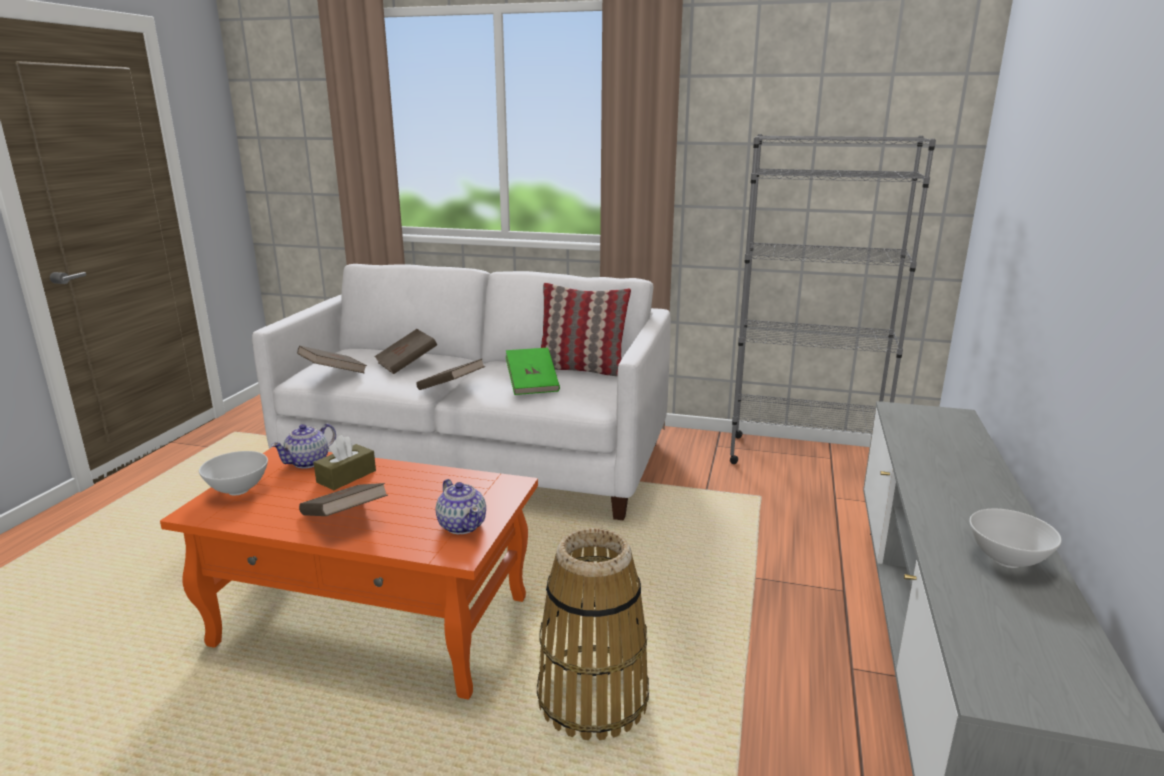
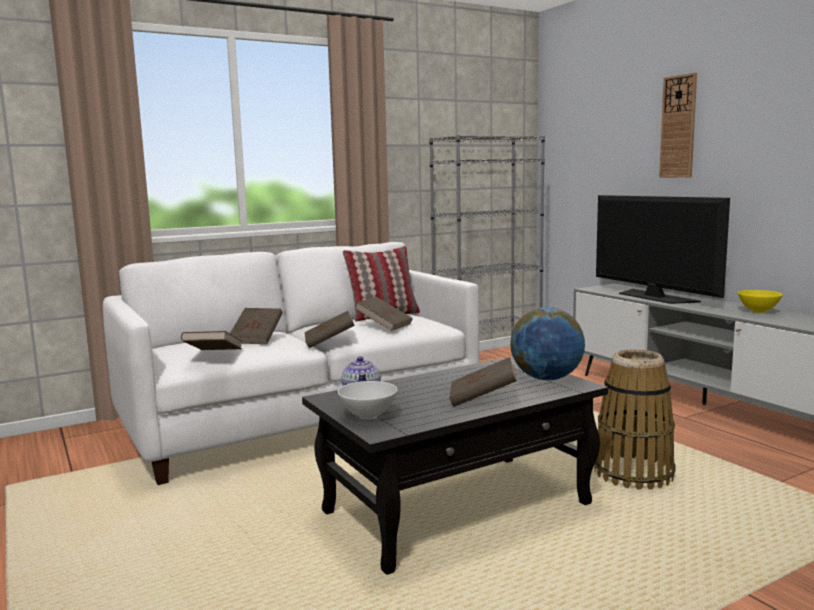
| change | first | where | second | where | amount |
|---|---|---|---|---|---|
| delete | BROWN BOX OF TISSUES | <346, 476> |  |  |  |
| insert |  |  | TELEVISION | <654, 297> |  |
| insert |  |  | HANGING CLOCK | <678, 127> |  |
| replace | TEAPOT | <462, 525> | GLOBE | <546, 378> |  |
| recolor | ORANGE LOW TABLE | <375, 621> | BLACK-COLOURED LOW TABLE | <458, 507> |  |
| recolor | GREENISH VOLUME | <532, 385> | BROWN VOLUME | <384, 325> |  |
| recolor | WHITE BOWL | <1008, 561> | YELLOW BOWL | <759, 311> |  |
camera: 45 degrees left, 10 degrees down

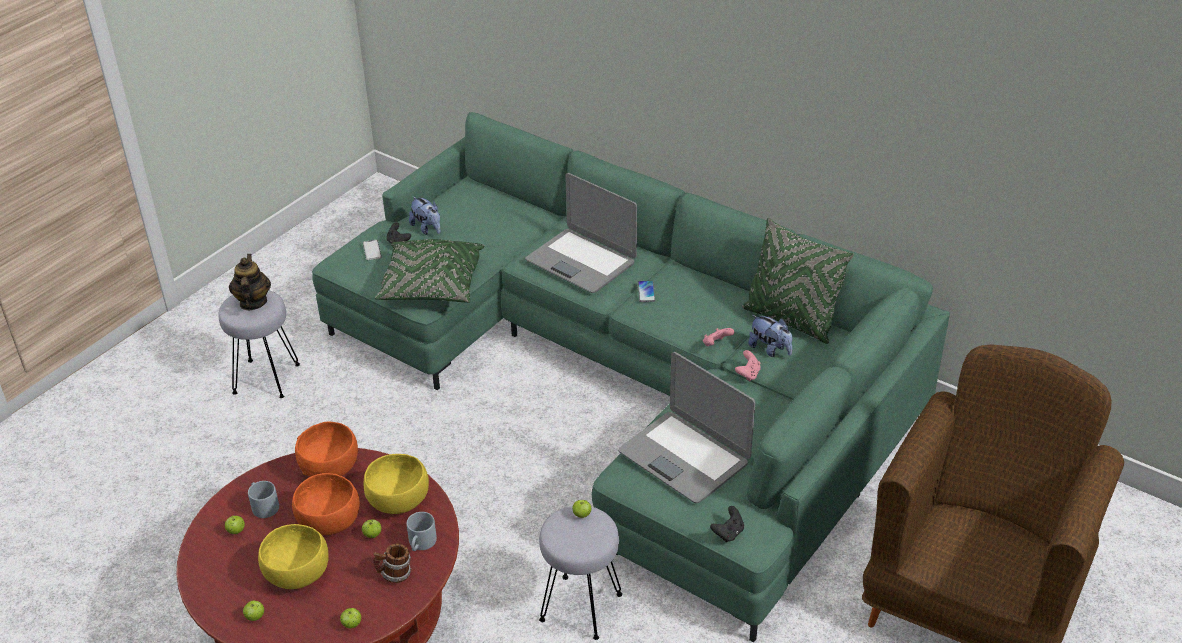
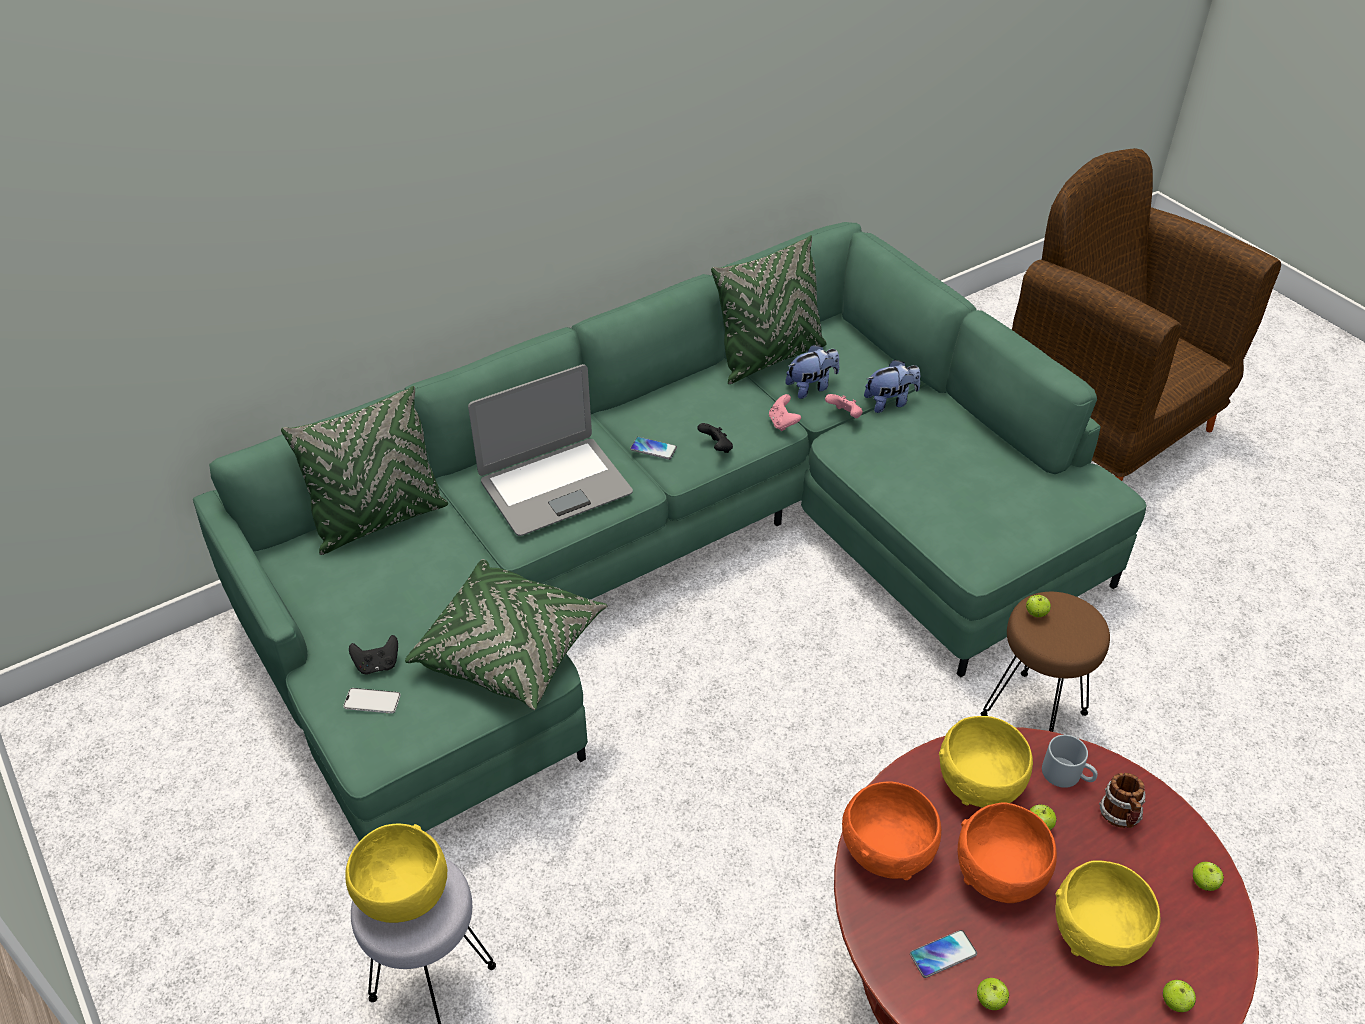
| change | first | where | second | where | amount |
|---|---|---|---|---|---|
| delete | PORTABLE COMPUTER | <684, 457> |  |  |  |
| insert |  |  | GREENISH PILLOW | <379, 520> |  |
| move | PLUSH TOY | <427, 228> |  | <890, 402> |  |
| move | BLACK-COLOURED JOYPAD | <728, 533> |  | <716, 448> |  |
| replace | TEAPOT | <253, 302> | YELLOW BOWL | <403, 893> |  |
| replace | GRAY MUG | <263, 505> | HANDSET | <943, 954> |  |
| recolor | GRAY SITTING STOOL | <581, 606> | BROWN SITTING STOOL | <1033, 712> |  |
camera: 70 degrees left, 5 degrees up

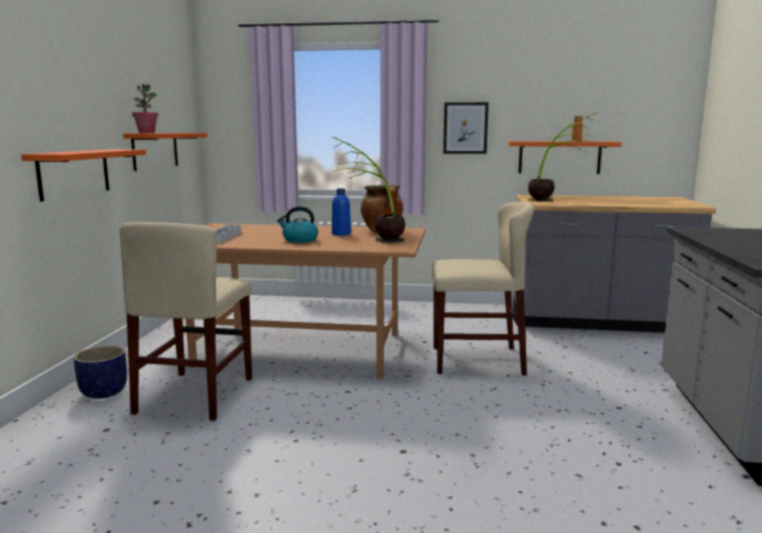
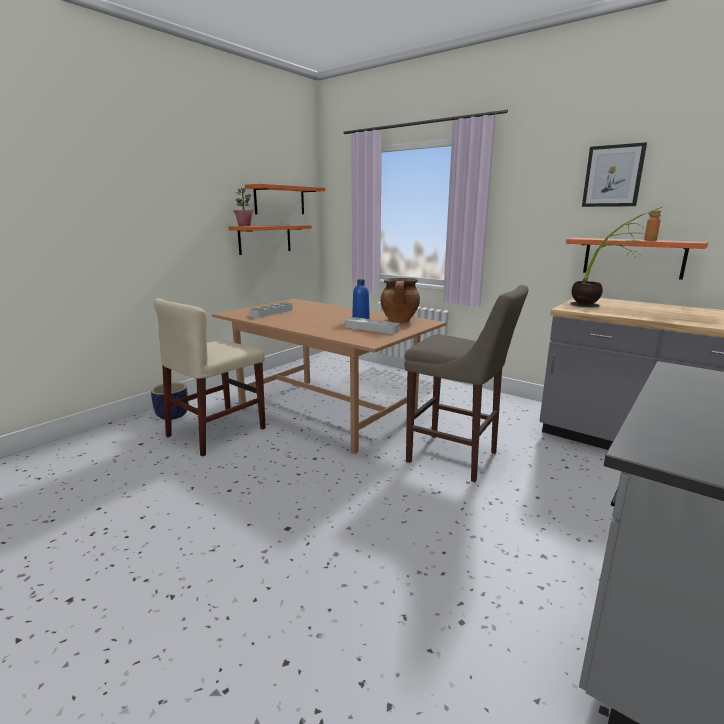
| change | first | where | second | where | amount |
|---|---|---|---|---|---|
| delete | TEA KETTLE | <299, 240> |  |  |  |
| move | ORANGE WALL SHELF | <74, 173> |  | <279, 200> |  |
| move | WALL PICTURE | <465, 128> |  | <613, 176> |  |
| replace | HOUSEPLANT | <371, 239> | GRAY CARRYING TRAY | <371, 329> |  |
| replace | BEIGE PLAIN CHAIR | <476, 360> | BEIGE SITTING STOOL | <456, 458> |  |
camera: 30 degrees right, 5 degrees up

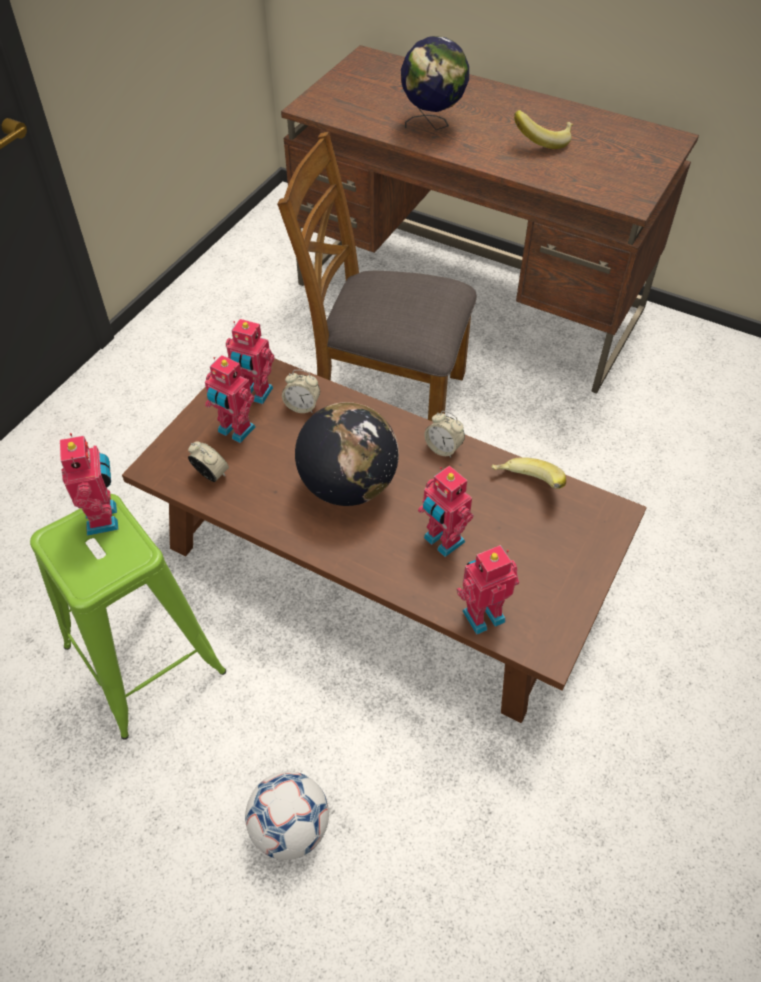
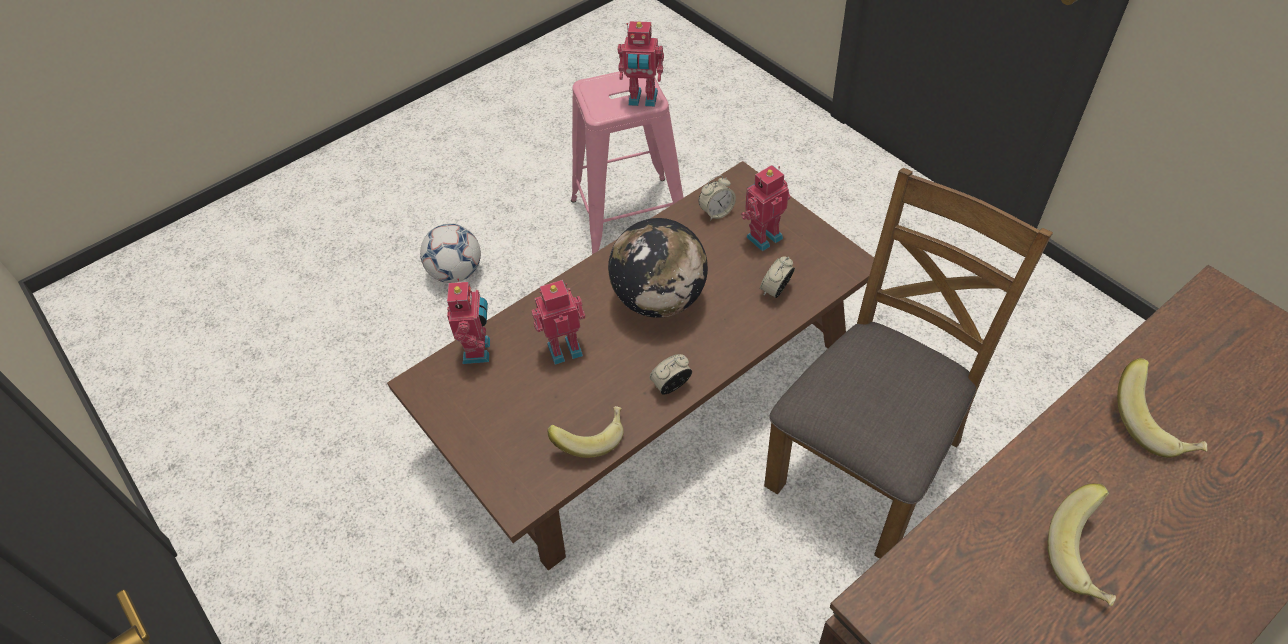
| change | first | where | second | where | amount |
|---|---|---|---|---|---|
| delete | TOY ROBOT | <254, 394> |  |  |  |
| replace | GLOBE | <432, 124> | WHOLE BANANA | <1153, 424> |  |
| recolor | GREENISH SITTING STOOL | <144, 657> | PINKISH SITTING STOOL | <631, 218> |  |
camera: 115 degrees right, 0 degrees up

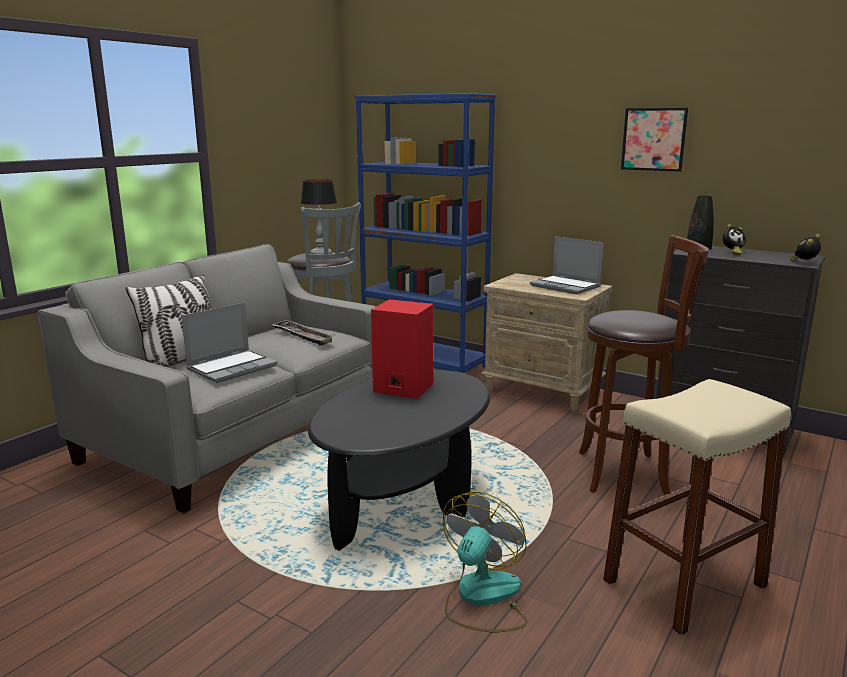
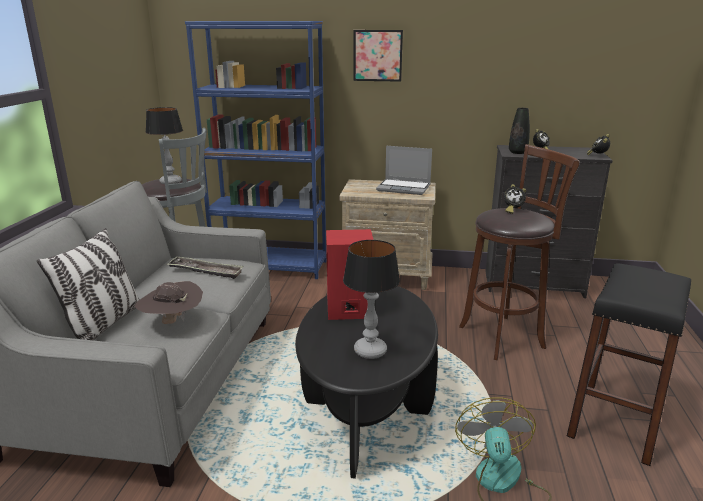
| change | first | where | second | where | amount |
|---|---|---|---|---|---|
| insert |  |  | LAMP FOR A TABLE | <370, 351> |  |
| insert |  |  | BEDSIDE CLOCK | <512, 210> |  |
| move | WALL PICTURE | <653, 139> |  | <377, 55> |  |
| replace | PORTABLE COMPUTER | <232, 367> | BROWN CLOTHING HAT | <172, 322> |  |
| recolor | BEIGE SITTING STOOL | <684, 583> | BLACK-COLOURED SITTING STOOL | <615, 421> |  |
camera: 25 degrees left, 5 degrees up

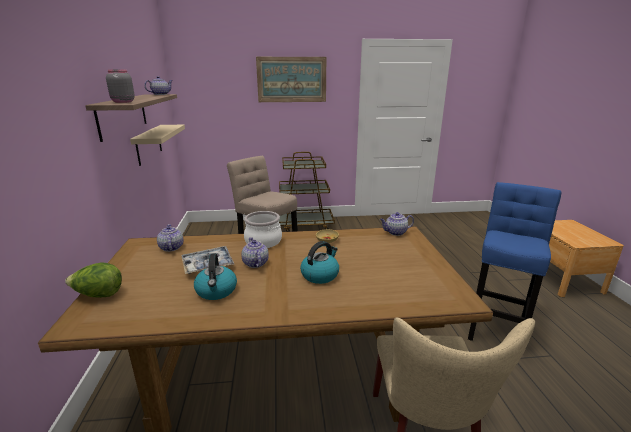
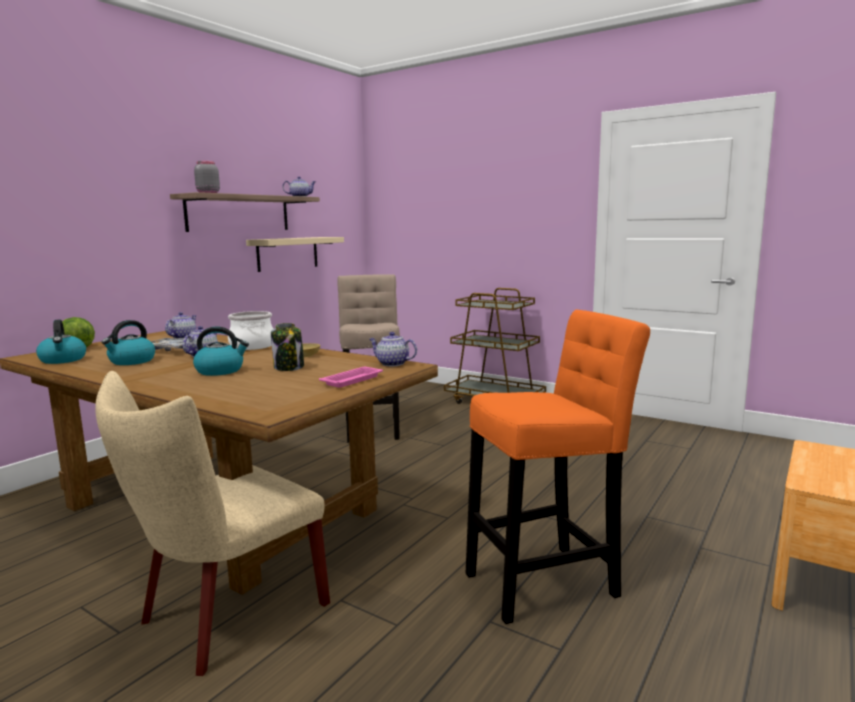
| change | first | where | second | where | amount |
|---|---|---|---|---|---|
| delete | WALL PICTURE | <291, 79> |  |  |  |
| insert |  |  | TEA KETTLE | <63, 360> |  |
| insert |  |  | PRESERVE JAR | <289, 367> |  |
| insert |  |  | PINKISH CARRYING TRAY | <353, 380> |  |
| recolor | BLUE SITTING STOOL | <497, 325> | ORANGE SITTING STOOL | <548, 582> |  |
camera: 40 degrees right, 10 degrees down

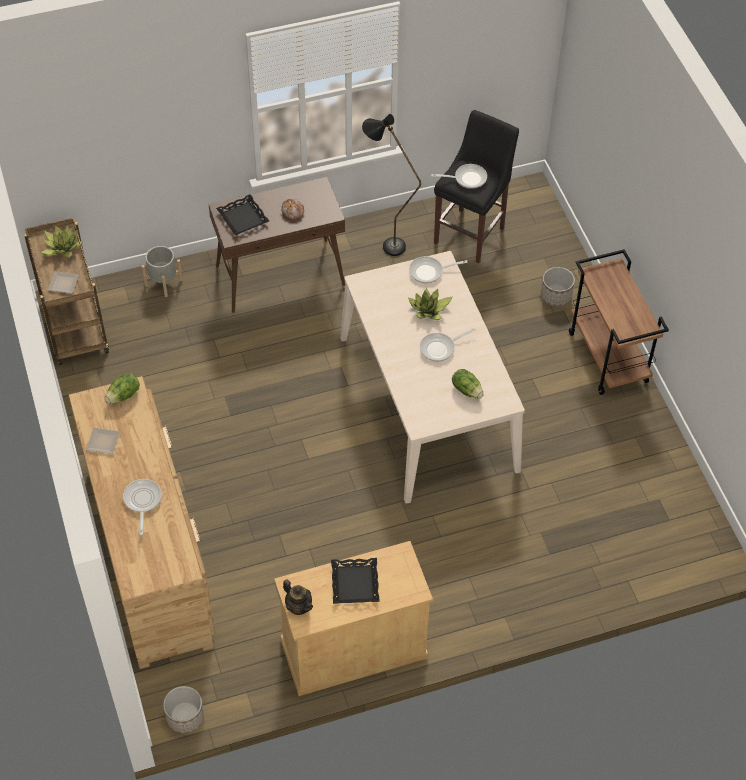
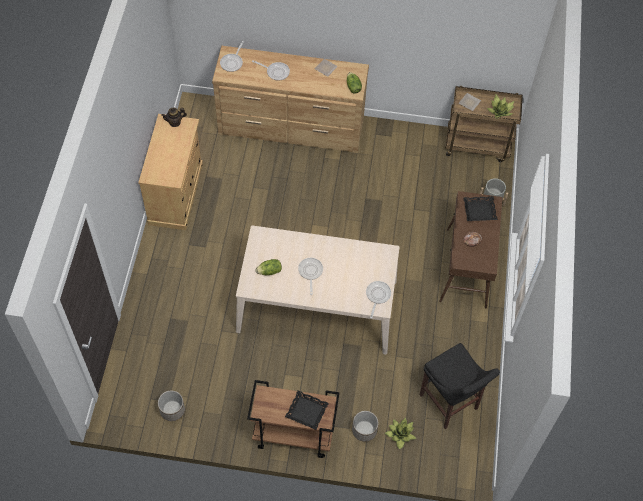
| change | first | where | second | where | amount |
|---|---|---|---|---|---|
| delete | BLACK-COLOURED STANDING LAMP | <386, 244> |  |  |  |
| move | PLANTER | <185, 717> |  | <172, 410> |  |
| move | BLACK-COLOURED CARRYING TRAY | <355, 583> |  | <306, 412> |  |
| move | HOUSEPLANT | <429, 310> |  | <400, 435> |  |
| move | PAN | <467, 178> |  | <232, 62> |  |
camera: 115 degrees right, 5 degrees up

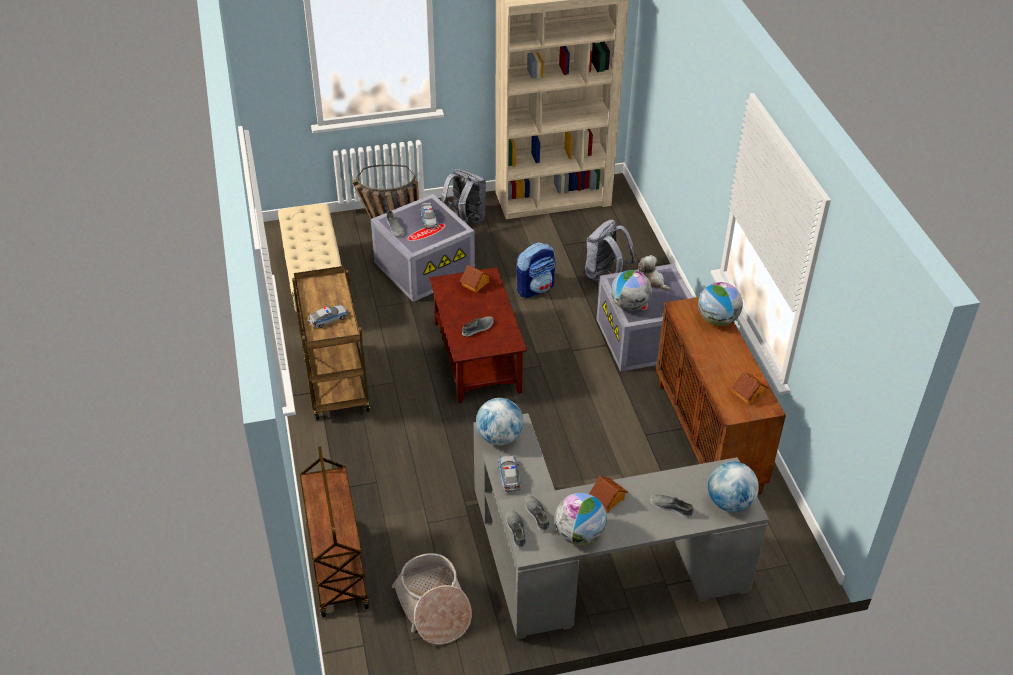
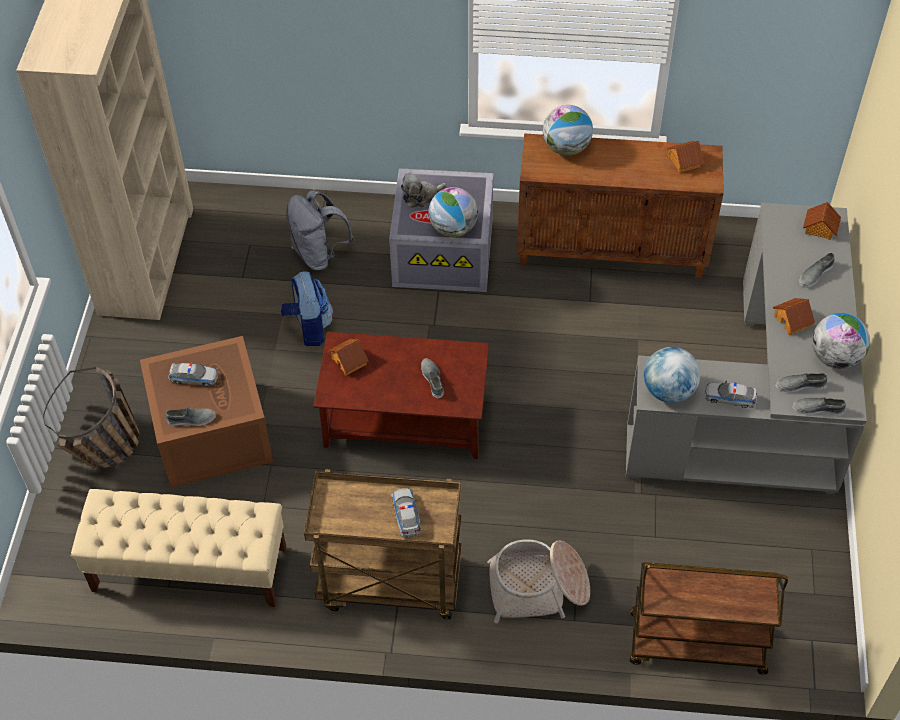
| change | first | where | second | where | amount |
|---|---|---|---|---|---|
| delete | GRAY BACKPACK | <465, 220> |  |  |  |
| move | HOUSEHOLD BASKET | <433, 608> |  | <538, 588> |  |
| replace | GLOBE | <729, 502> | TOY HOUSE | <819, 228> |  |
| recolor | GRAY STORAGE CONTAINER | <424, 267> | BROWN STORAGE CONTAINER | <210, 432> |  |
camera: 70 degrees left, 10 degrees up

